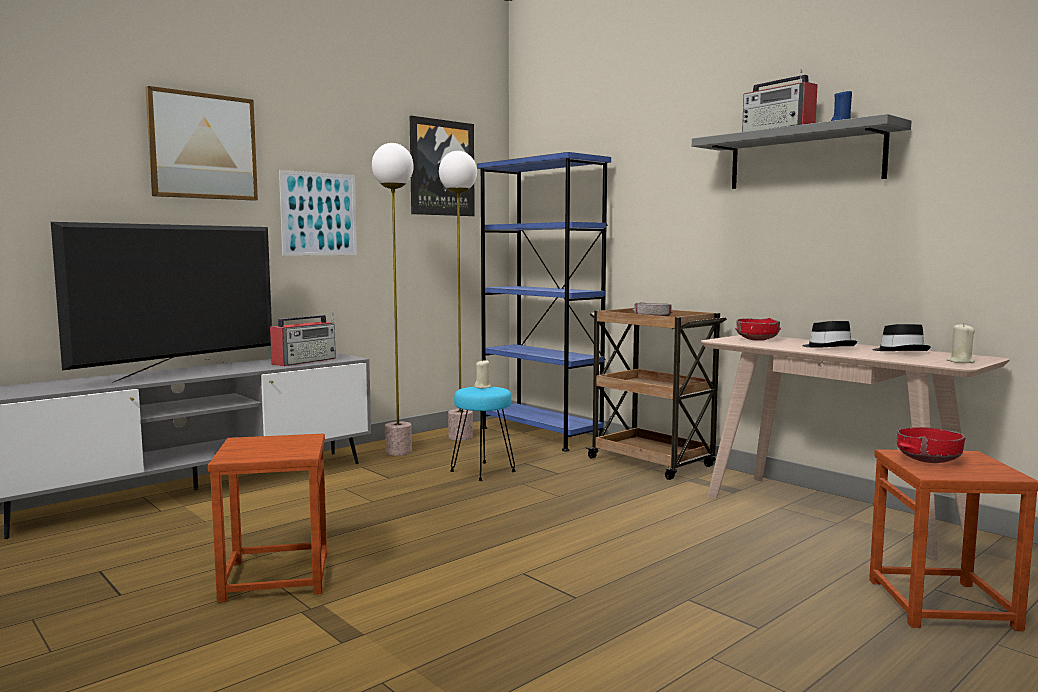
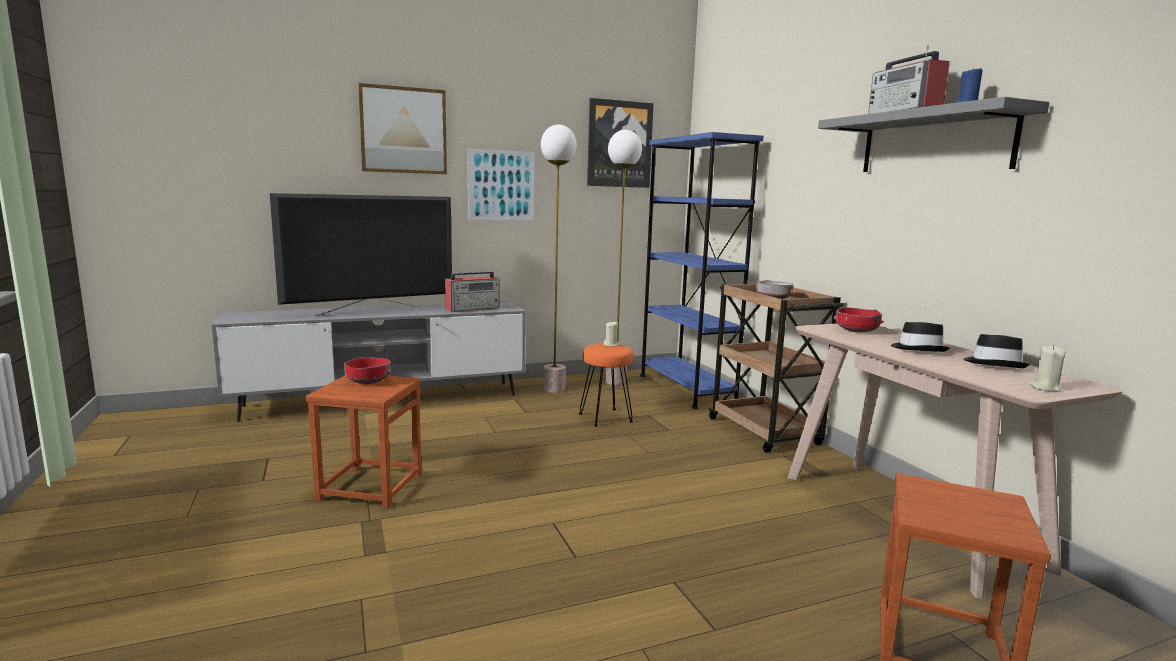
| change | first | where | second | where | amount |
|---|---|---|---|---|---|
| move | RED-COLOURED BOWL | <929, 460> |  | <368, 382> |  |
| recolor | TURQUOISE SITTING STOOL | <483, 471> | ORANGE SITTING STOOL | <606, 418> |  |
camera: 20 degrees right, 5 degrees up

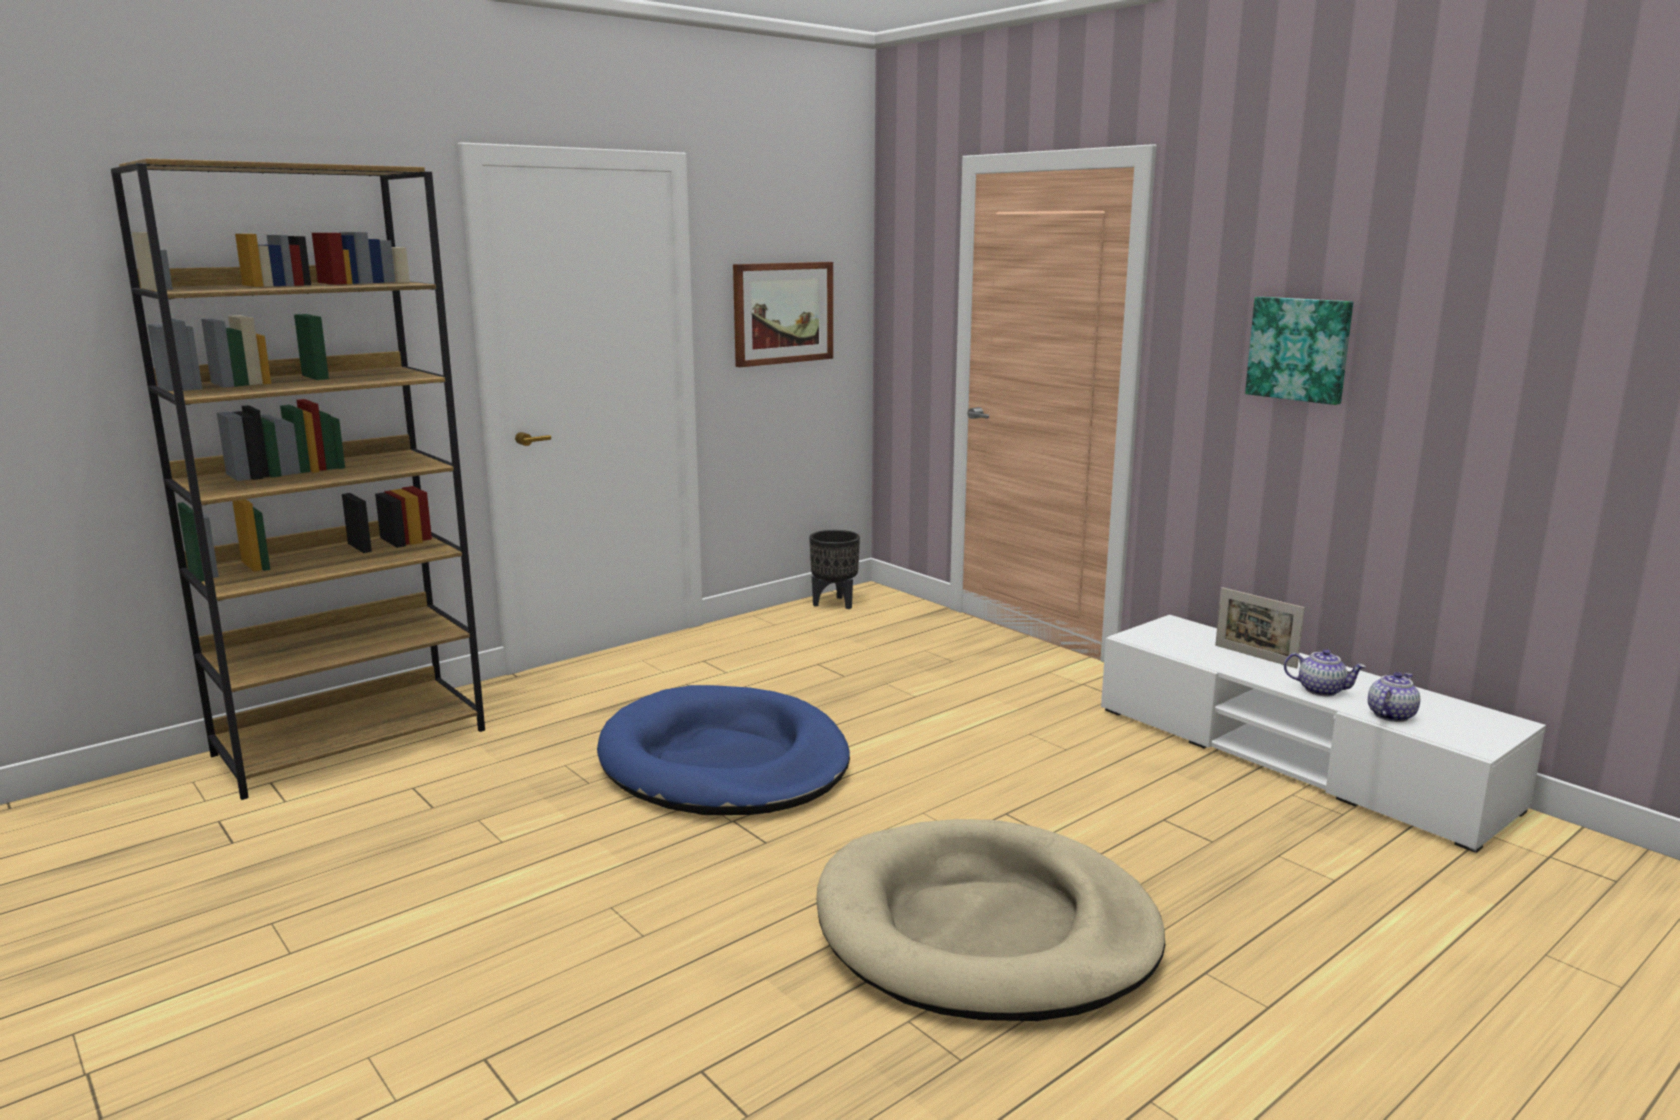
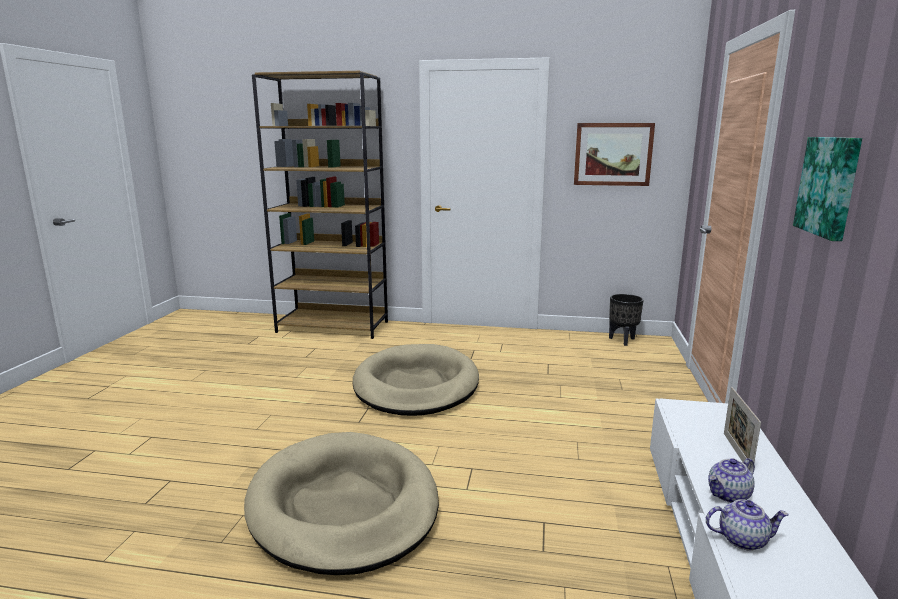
| change | first | where | second | where | amount |
|---|---|---|---|---|---|
| recolor | BLUE DOG CUSHION | <724, 762> | BEIGE DOG CUSHION | <416, 385> |  |
| rotate | TEAPOT | <1321, 690> |  | <729, 495> | 75 degrees clockwise |
camera: 50 degrees right, 0 degrees up

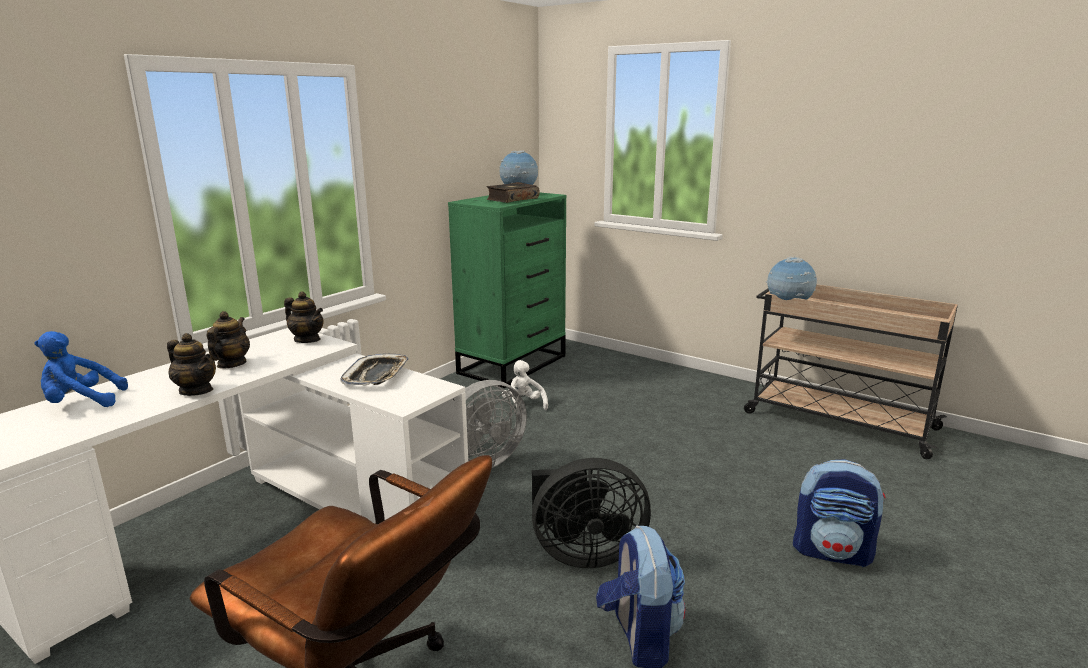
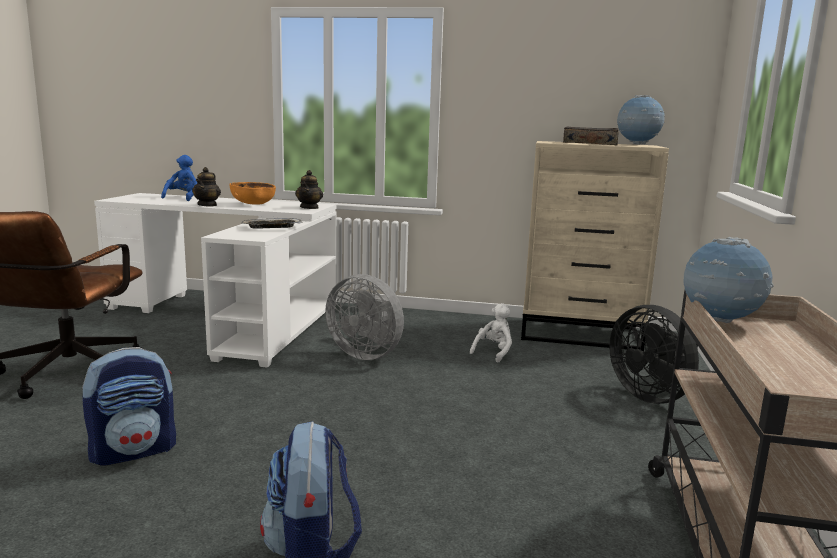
| change | first | where | second | where | amount |
|---|---|---|---|---|---|
| move | BLACK-COLOURED COOLING FAN | <583, 554> |  | <651, 396> |  |
| replace | TEAPOT | <231, 364> | ORANGE BOWL | <253, 204> |  |
| recolor | GREENISH DRESSER | <513, 364> | BEIGE DRESSER | <581, 334> |  |
| rotate | BLUE PLUSH TOY | <81, 403> |  | <183, 198> | 45 degrees clockwise |
camera: 65 degrees right, 5 degrees down

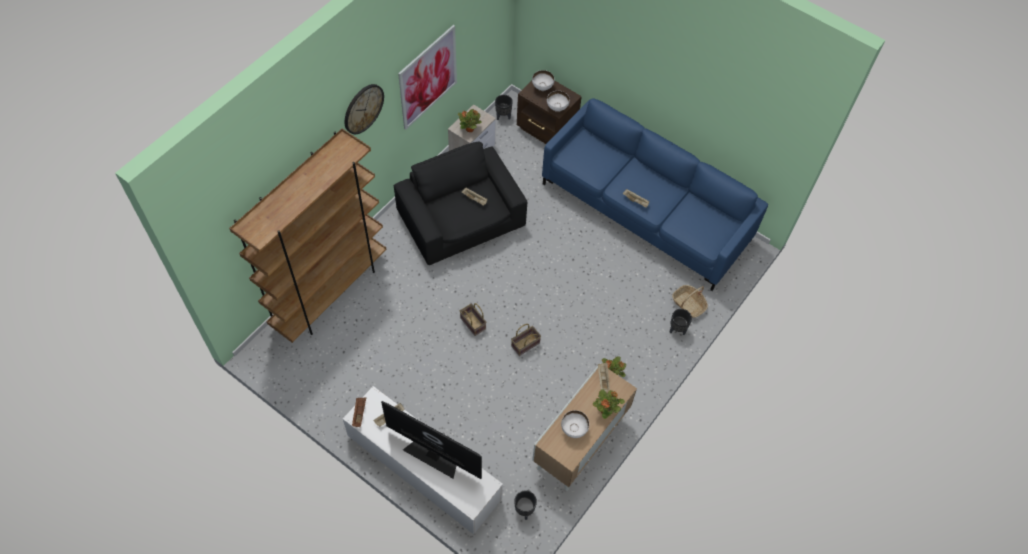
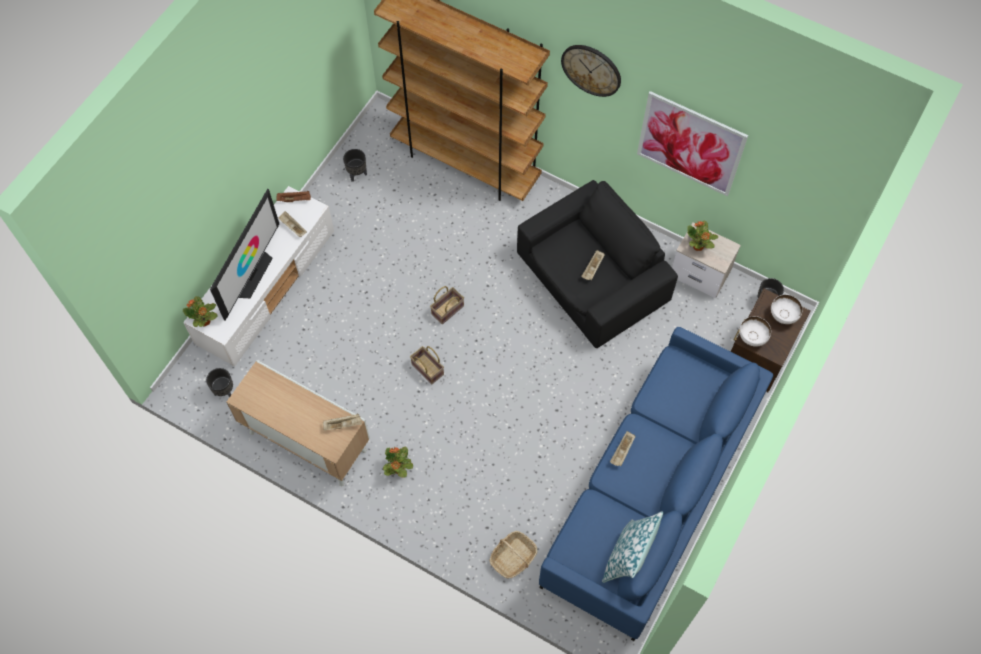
| change | first | where | second | where | amount |
|---|---|---|---|---|---|
| delete | WHITE BOWL | <574, 429> |  |  |  |
| insert |  |  | PILLOW | <628, 556> |  |
| move | HOUSEPLANT | <606, 410> |  | <205, 322> |  |
| move | BLACK-COLOURED PLANTER | <677, 329> |  | <357, 174> |  |
camera: 85 degrees right, 5 degrees up

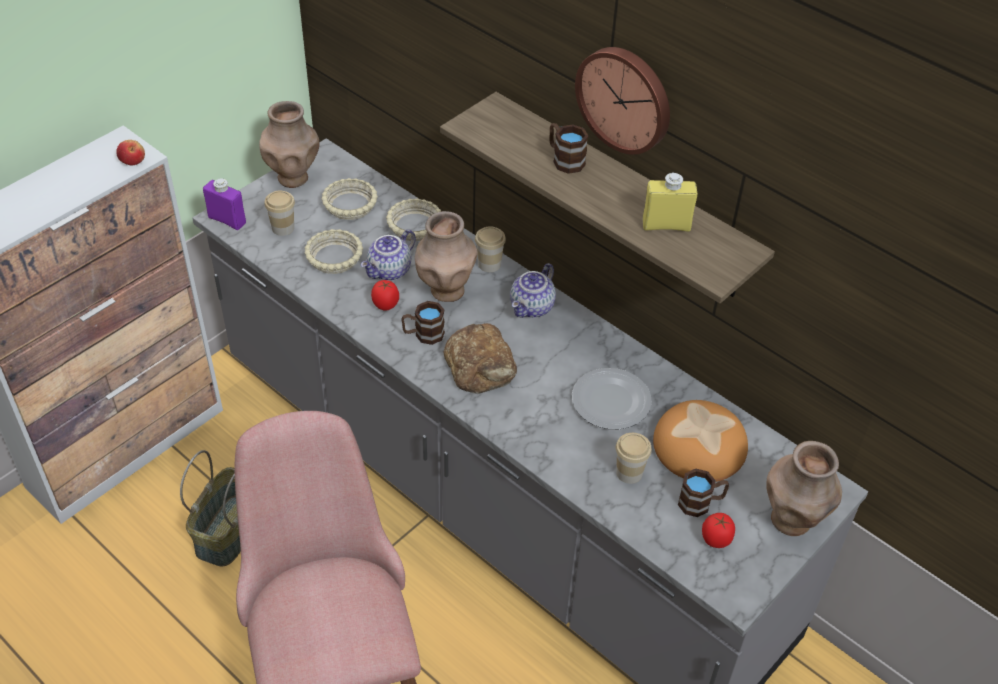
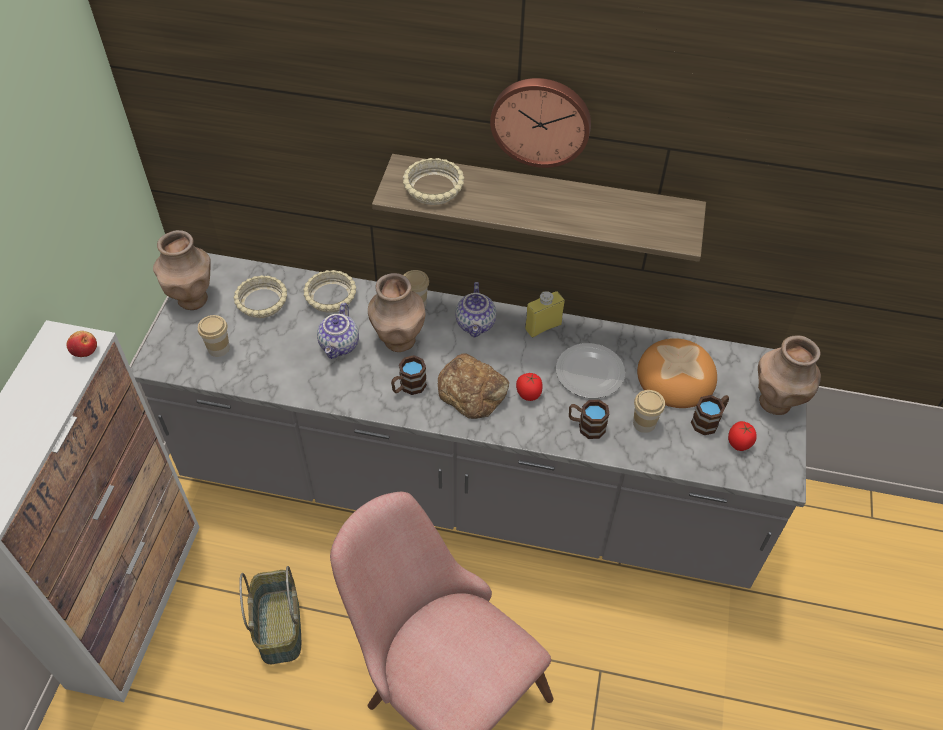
| change | first | where | second | where | amount |
|---|---|---|---|---|---|
| delete | PURPLISH DRINK BOTTLE | <227, 220> |  |  |  |
| move | BEIGE BOWL | <333, 257> |  | <433, 188> |  |
| move | WHOLE TOMATO | <385, 305> |  | <528, 394> |  |
| move | BROWN MUG | <564, 159> |  | <586, 426> |  |
| move | YELLOW DRINK BOTTLE | <666, 225> |  | <543, 326> |  |
camera: 30 degrees left, 5 degrees up

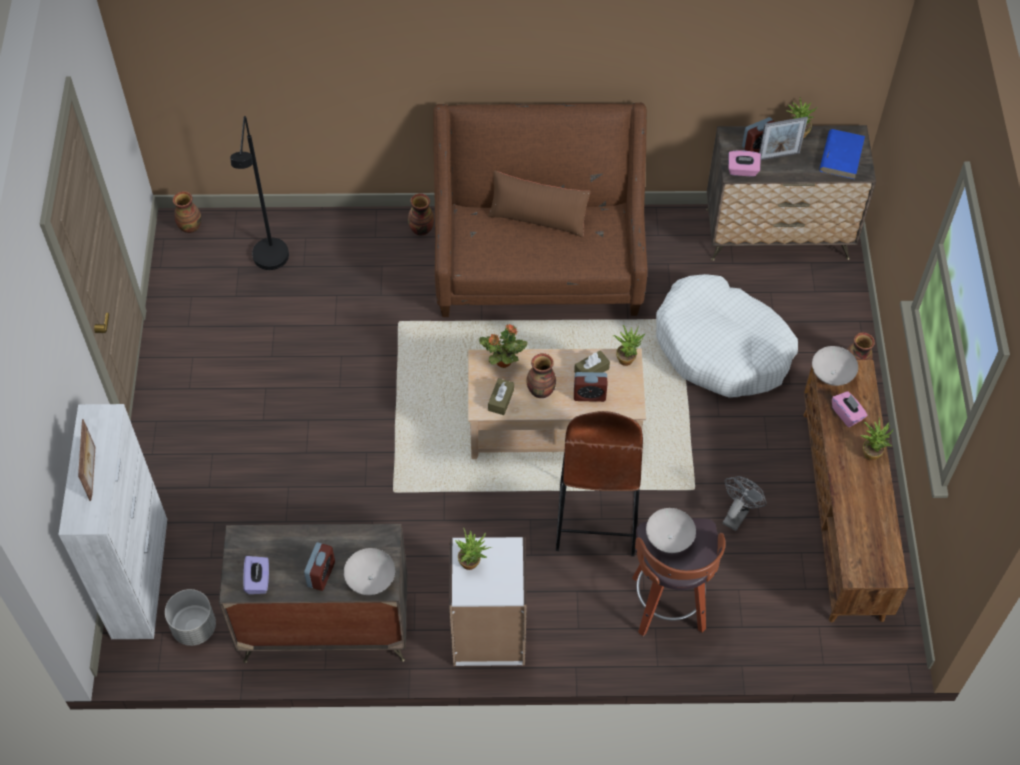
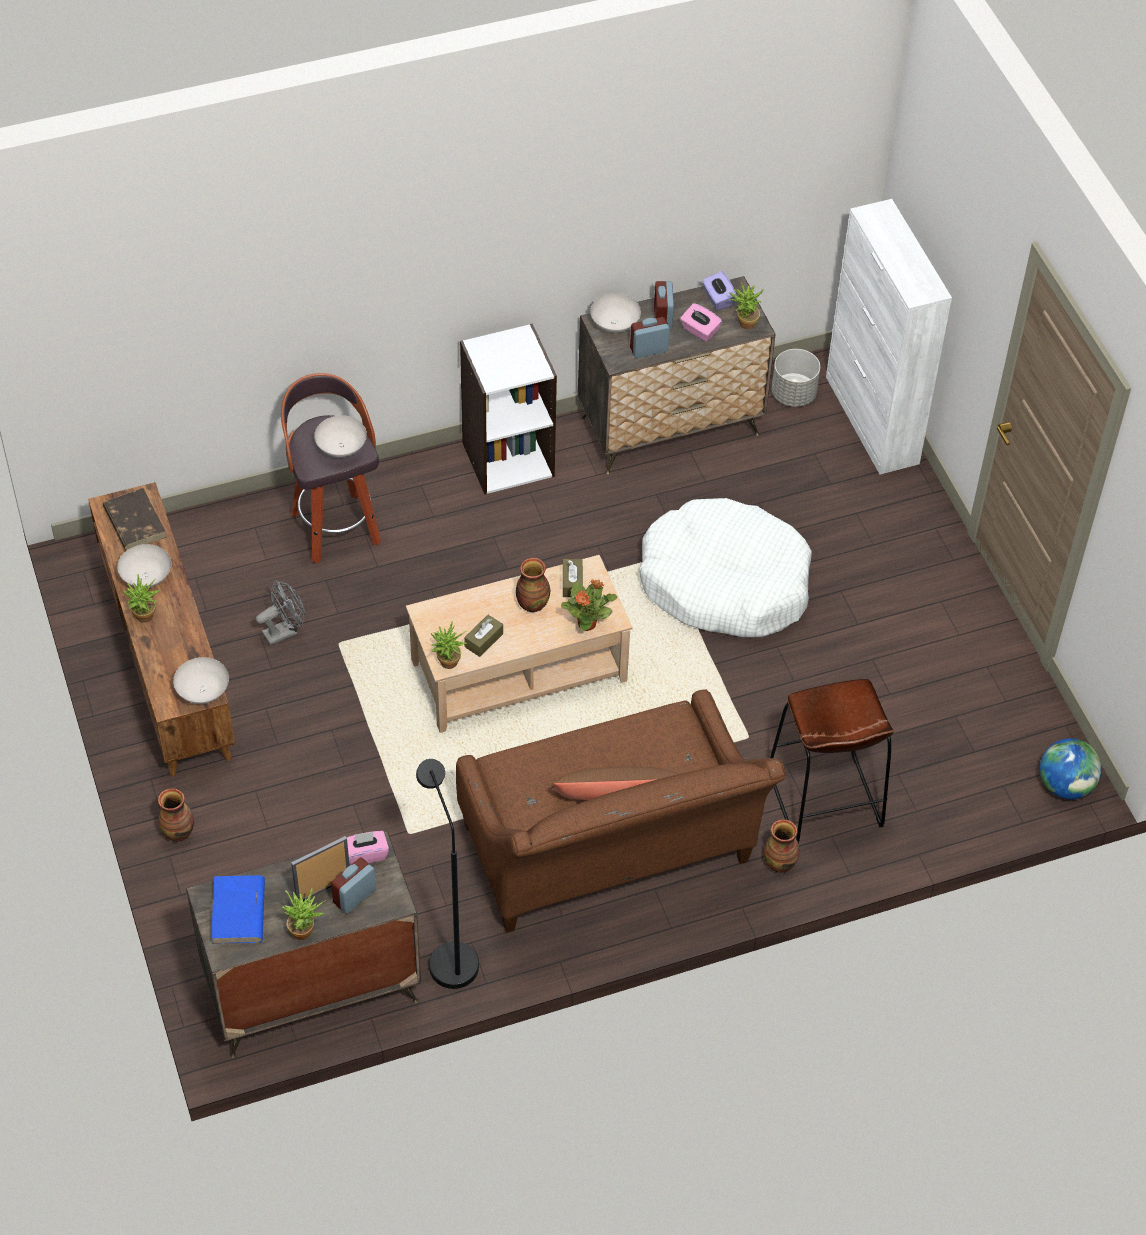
| change | first | where | second | where | amount |
|---|---|---|---|---|---|
| delete | PICTURE FRAME | <93, 472> |  |  |  |
| insert |  |  | BROWN VOLUME | <134, 522> |  |
| insert |  |  | WHITE BOWL | <145, 578> |  |
| move | BLACK-COLOURED STANDING LAMP | <270, 264> |  | <449, 954> |  |
| move | HOUSEPLANT | <473, 563> |  | <744, 324> |  |
| move | BROWN SITTING STOOL | <597, 518> |  | <824, 799> |  |
| move | BEDSIDE CLOCK | <589, 395> |  | <649, 350> |  |
| move | WHITE DOG CUSHION | <722, 347> |  | <724, 583> |  |
| move | PINKISH BOX OF TISSUES | <847, 414> |  | <699, 331> |  |
| replace | FLOWER VASE | <190, 226> | GLOBE | <1065, 785> |  |
| rotate | GRAY COOLING FAN | <737, 513> |  | <284, 631> | 135 degrees counterclockwise |
camera: 160 degrees right, 5 degrees down

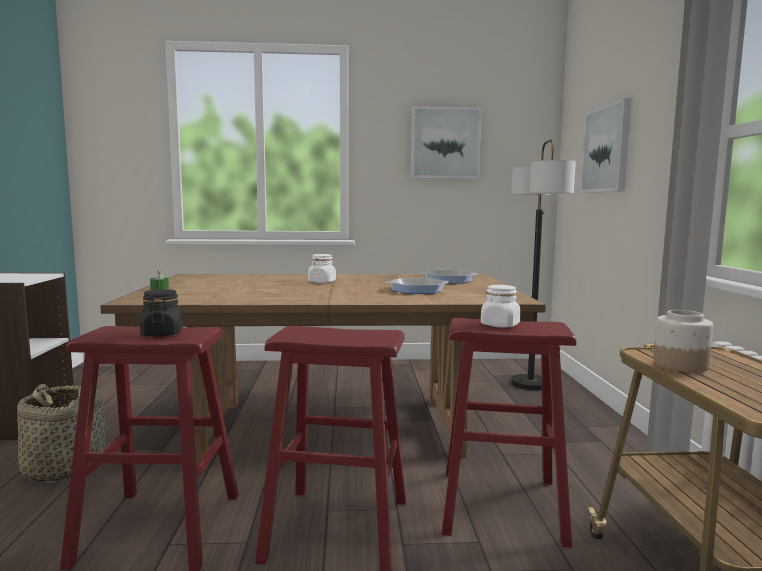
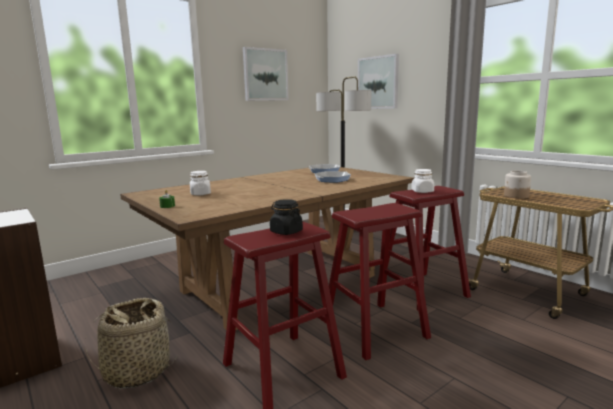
| change | first | where | second | where | amount |
|---|---|---|---|---|---|
| move | WHITE PRESERVE JAR | <322, 282> |  | <200, 194> |  |
camera: 35 degrees left, 5 degrees up

